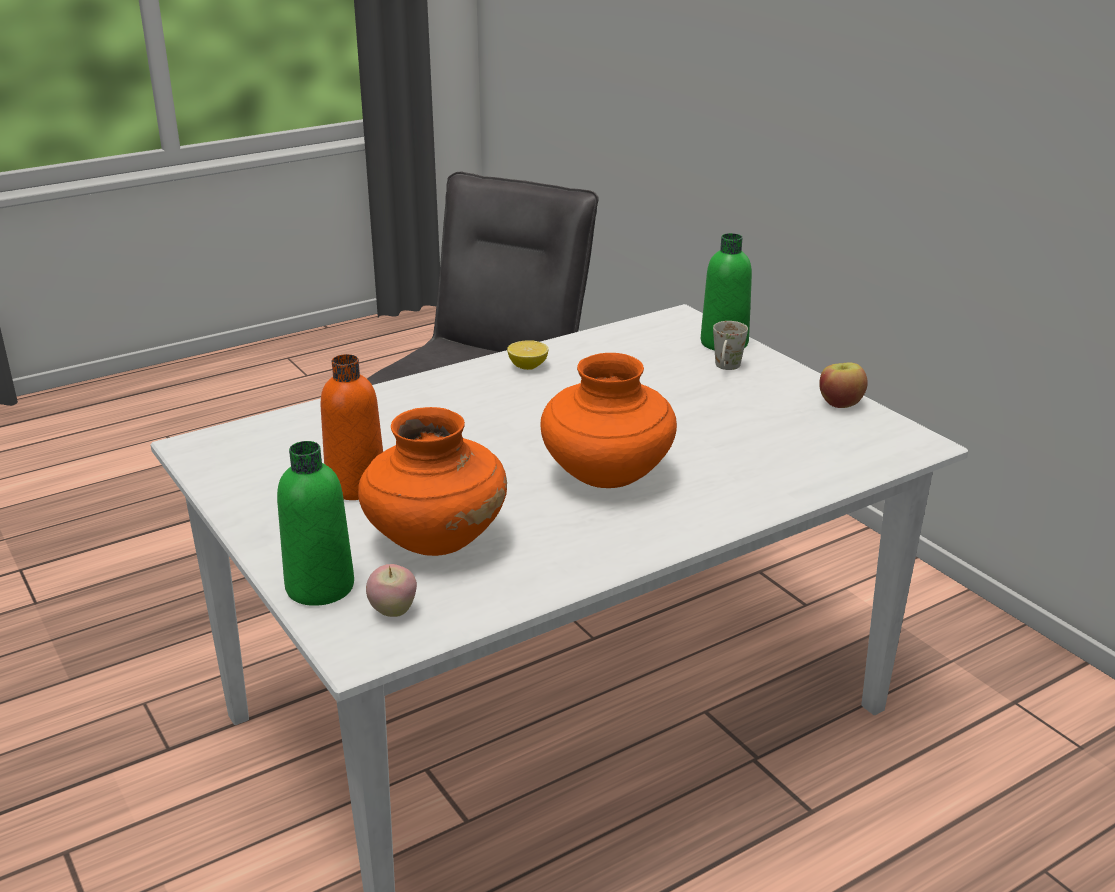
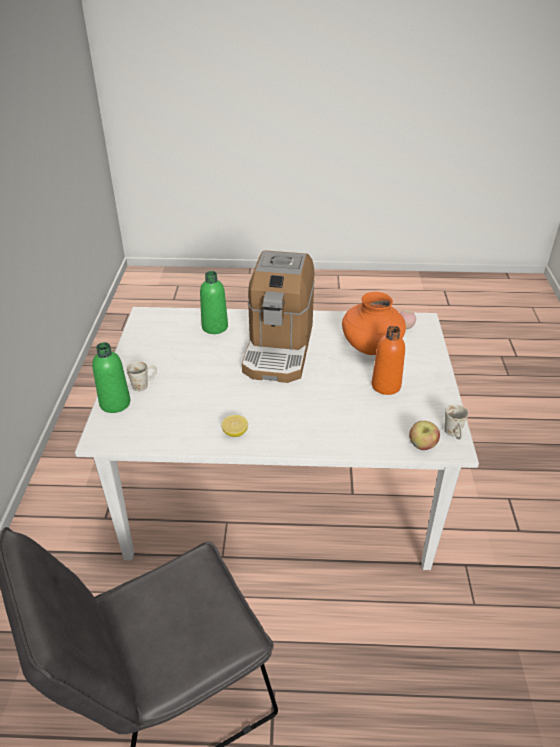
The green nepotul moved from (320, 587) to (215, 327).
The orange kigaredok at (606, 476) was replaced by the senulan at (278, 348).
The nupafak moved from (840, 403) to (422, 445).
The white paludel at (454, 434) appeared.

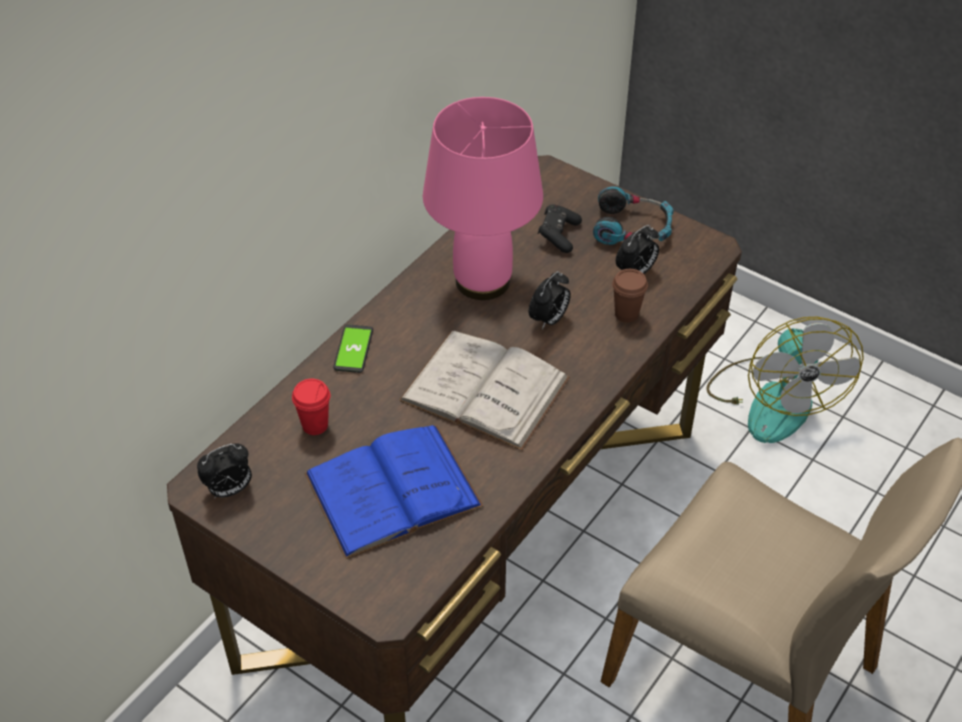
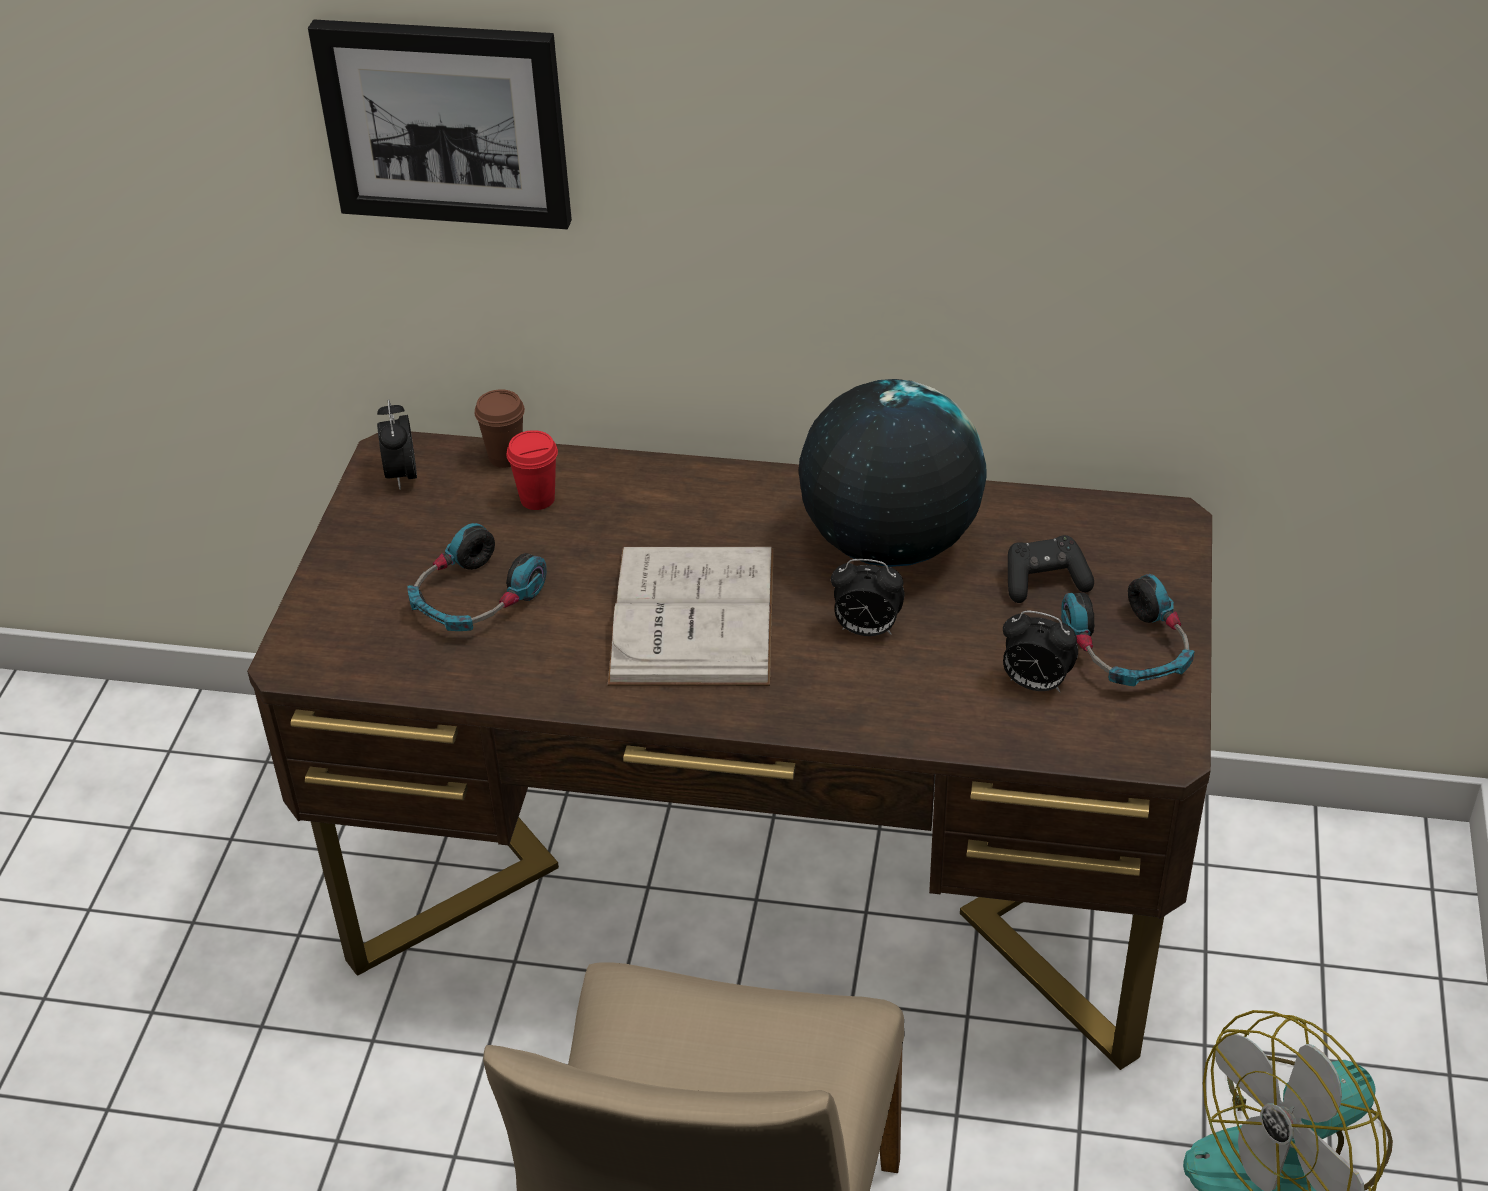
The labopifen at (229, 490) turned 45 degrees clockwise.
The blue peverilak at (393, 490) was replaced by the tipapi at (475, 599).
The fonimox at (353, 349) disappeared.
The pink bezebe at (482, 282) was replaced by the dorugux at (889, 544).
The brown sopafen moved from (626, 314) to (505, 457).
The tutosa at (445, 122) appeared.

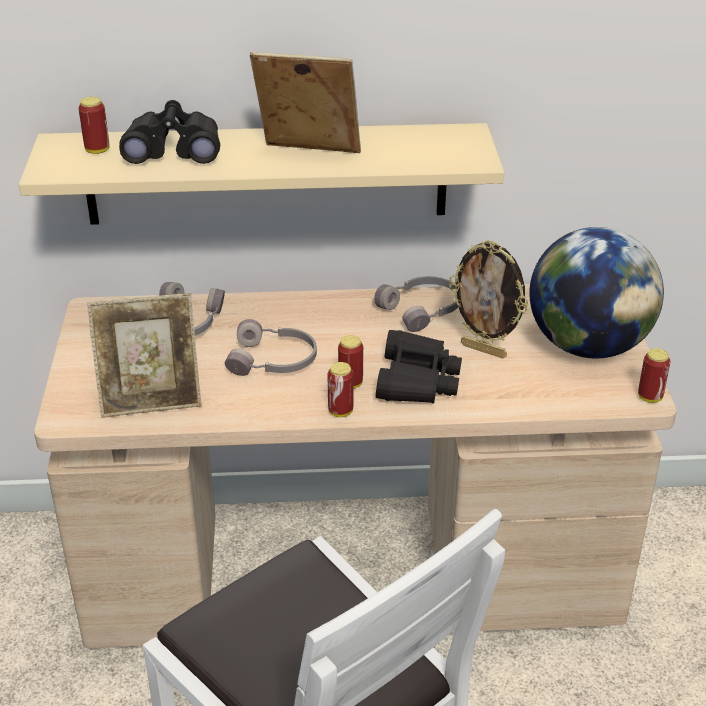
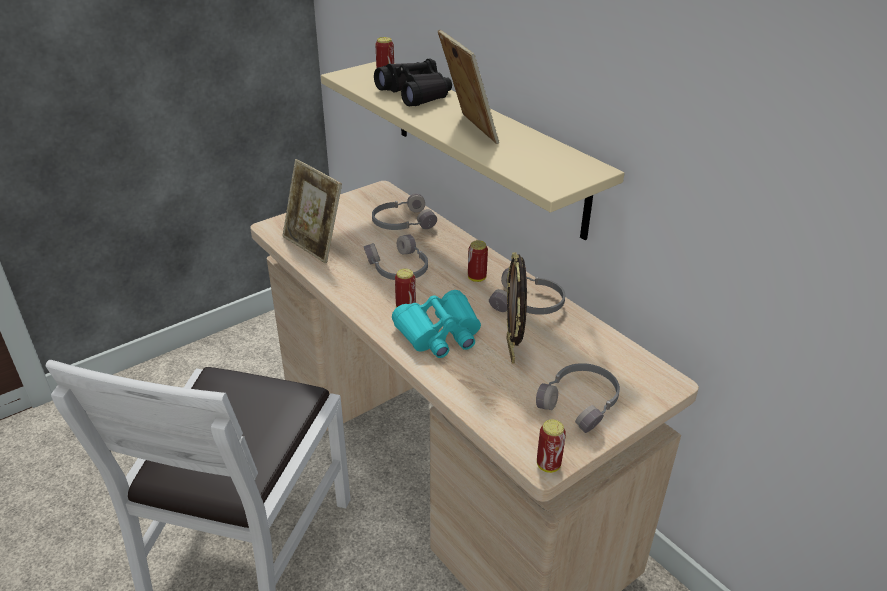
The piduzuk moved from (340, 411) to (477, 278).
The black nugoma at (417, 380) became the turquoise nugoma at (439, 334).
The dorugux at (587, 346) was replaced by the grey tipapi at (581, 402).

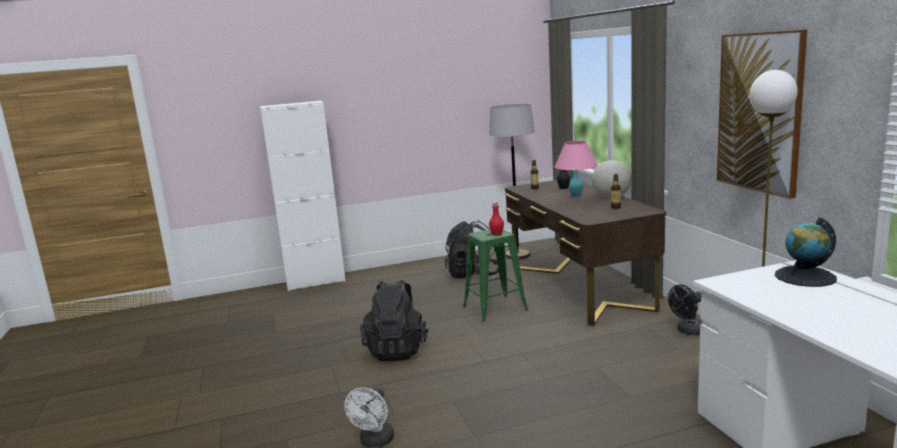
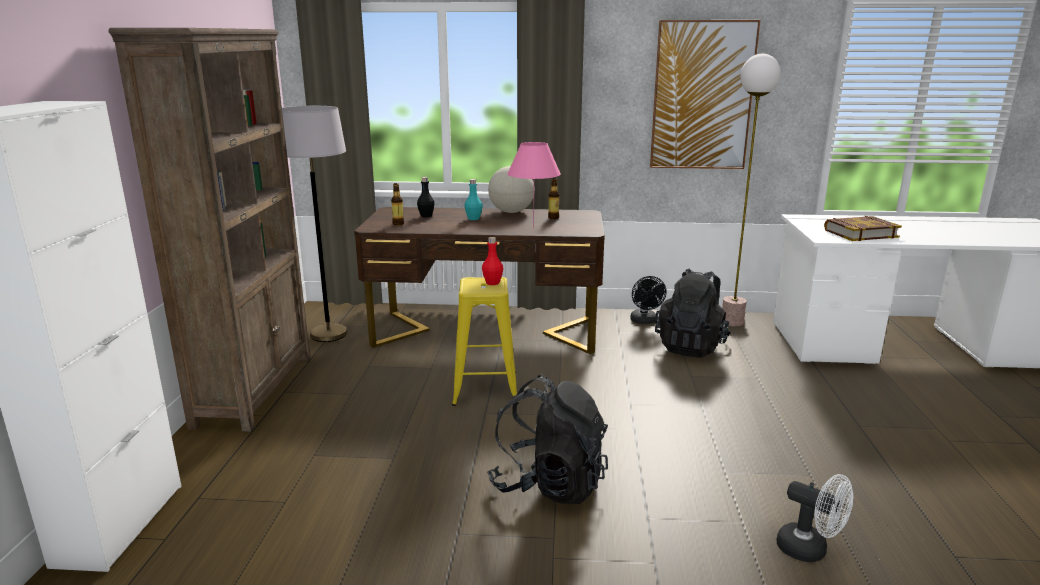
The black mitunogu moved from (473, 274) to (691, 346).
The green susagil at (495, 308) became the yellow susagil at (485, 388).
The dorugux at (805, 277) disappeared.
The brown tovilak at (255, 389) appeared.
The peverilak at (860, 233) appeared.

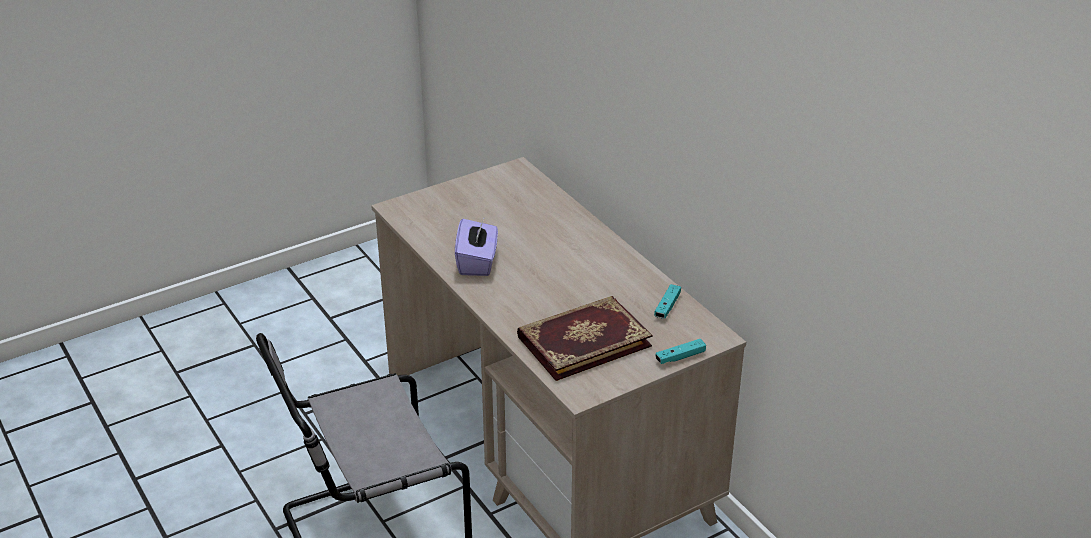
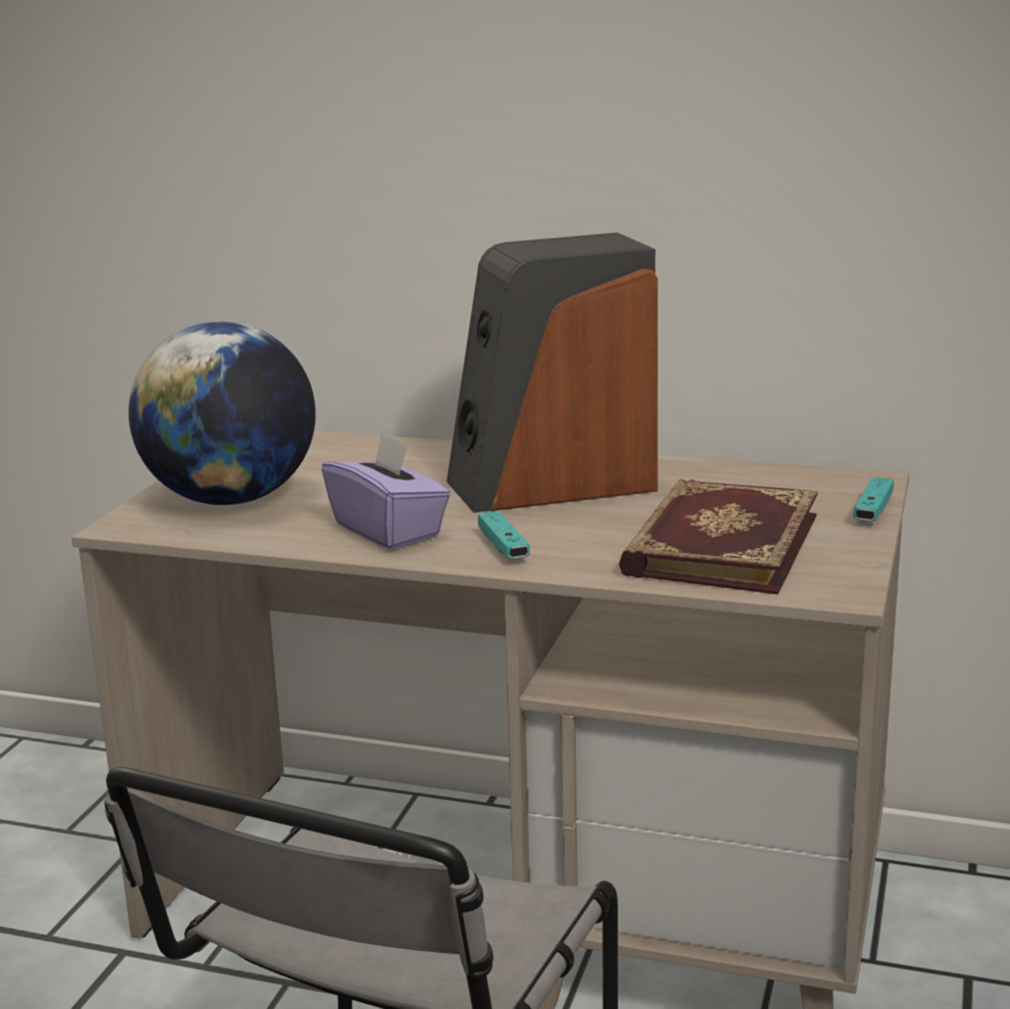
The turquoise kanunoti moved from (667, 306) to (503, 547).
The dorugux at (231, 499) appeared.
The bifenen at (551, 484) appeared.

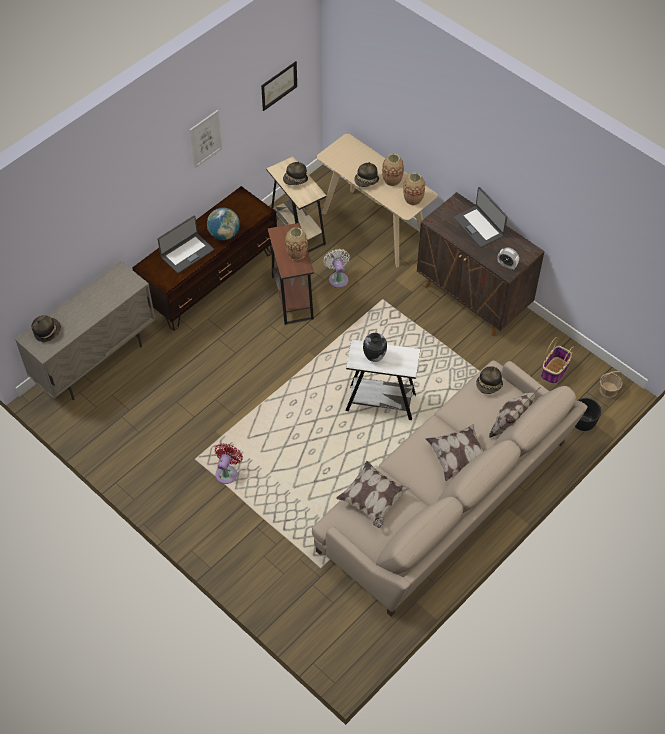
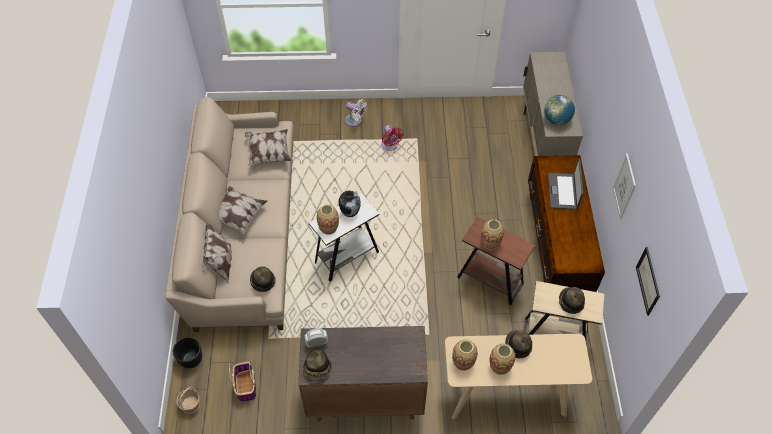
The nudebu moved from (47, 331) to (317, 369).
The dorugux moved from (224, 234) to (556, 120).
The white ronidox moved from (338, 278) to (355, 121).
The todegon at (479, 226) disappeared.
The kigaredok at (328, 228) appeared.

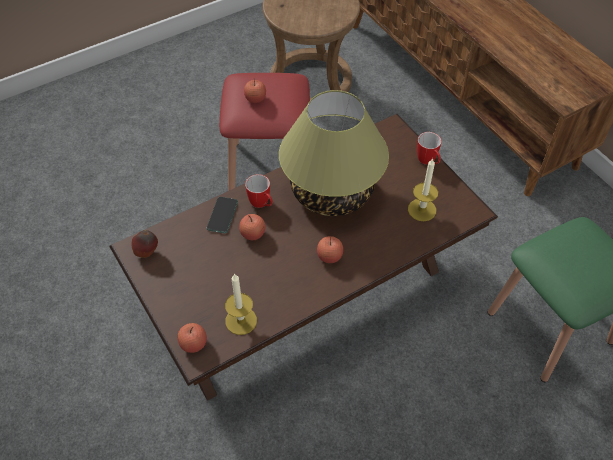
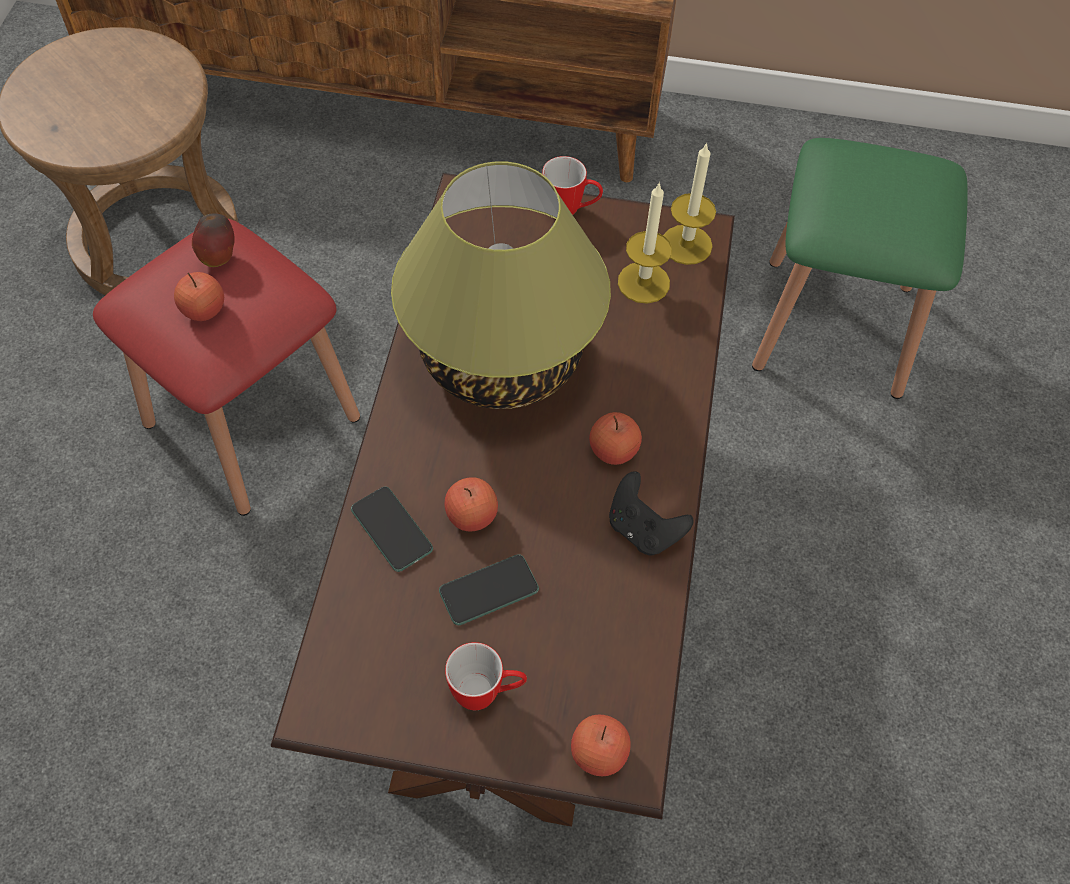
The nupafak moved from (147, 252) to (219, 257).
The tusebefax moved from (241, 320) to (686, 244).
The paludel moved from (262, 205) to (487, 693).
The fonimox at (489, 590) appeared.
The black kanunoti at (643, 529) appeared.

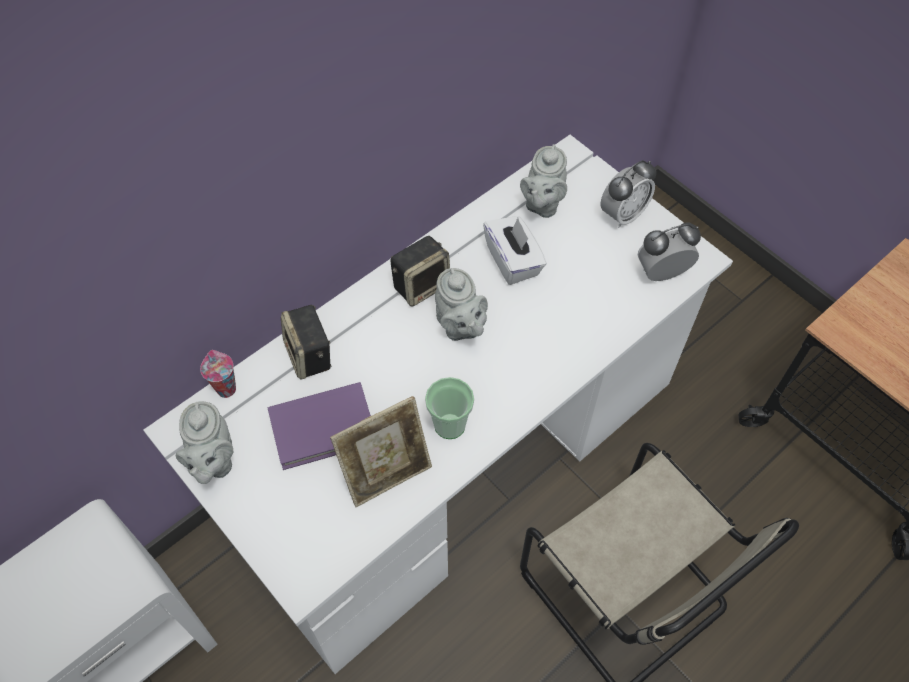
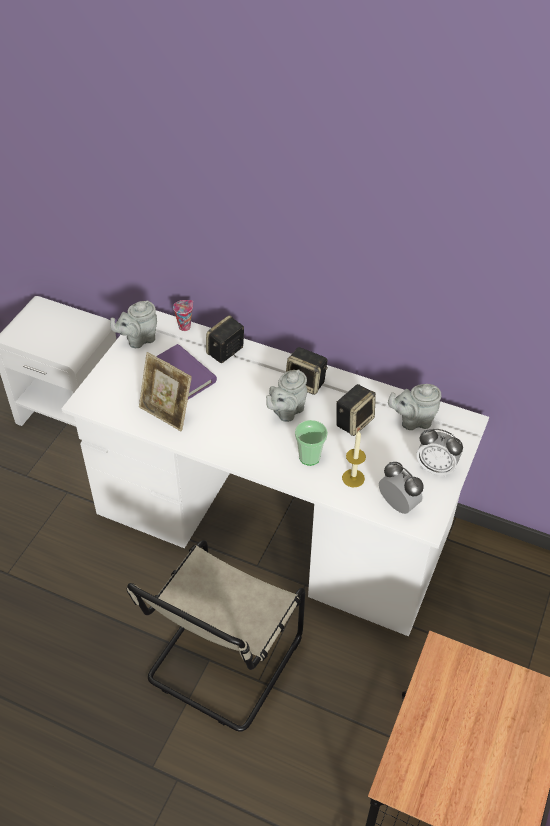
The sopafen moved from (449, 425) to (309, 457).
The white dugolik at (513, 261) was replaced by the bifenen at (354, 421).
The tusebefax at (353, 478) appeared.

